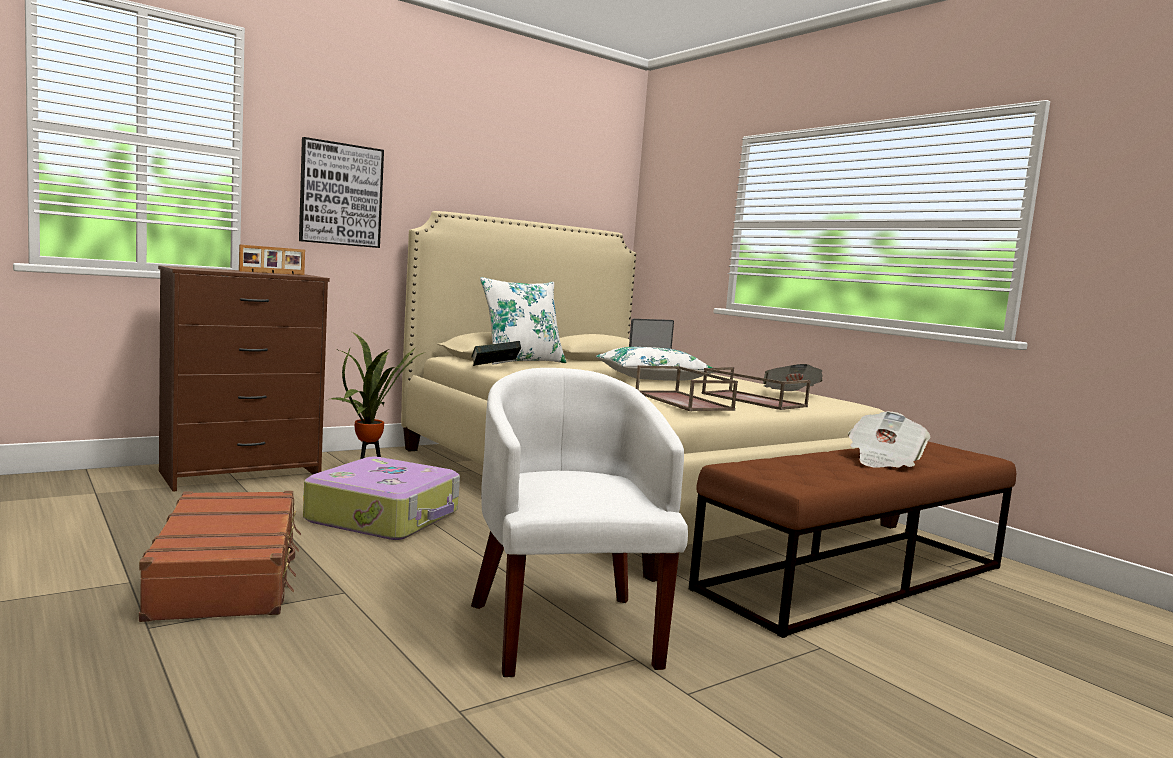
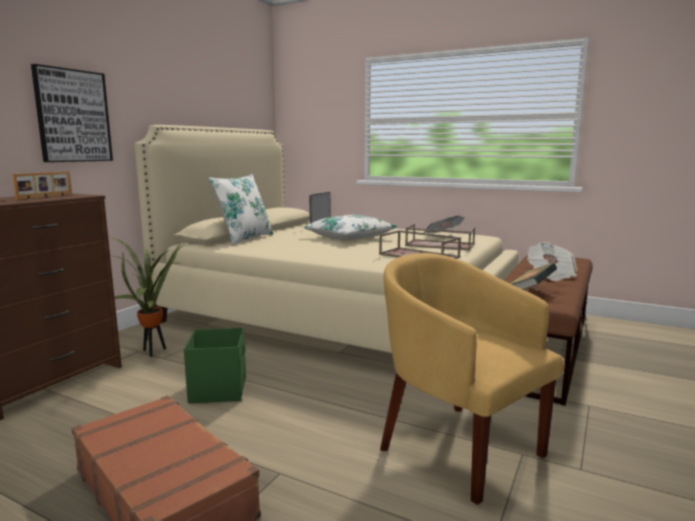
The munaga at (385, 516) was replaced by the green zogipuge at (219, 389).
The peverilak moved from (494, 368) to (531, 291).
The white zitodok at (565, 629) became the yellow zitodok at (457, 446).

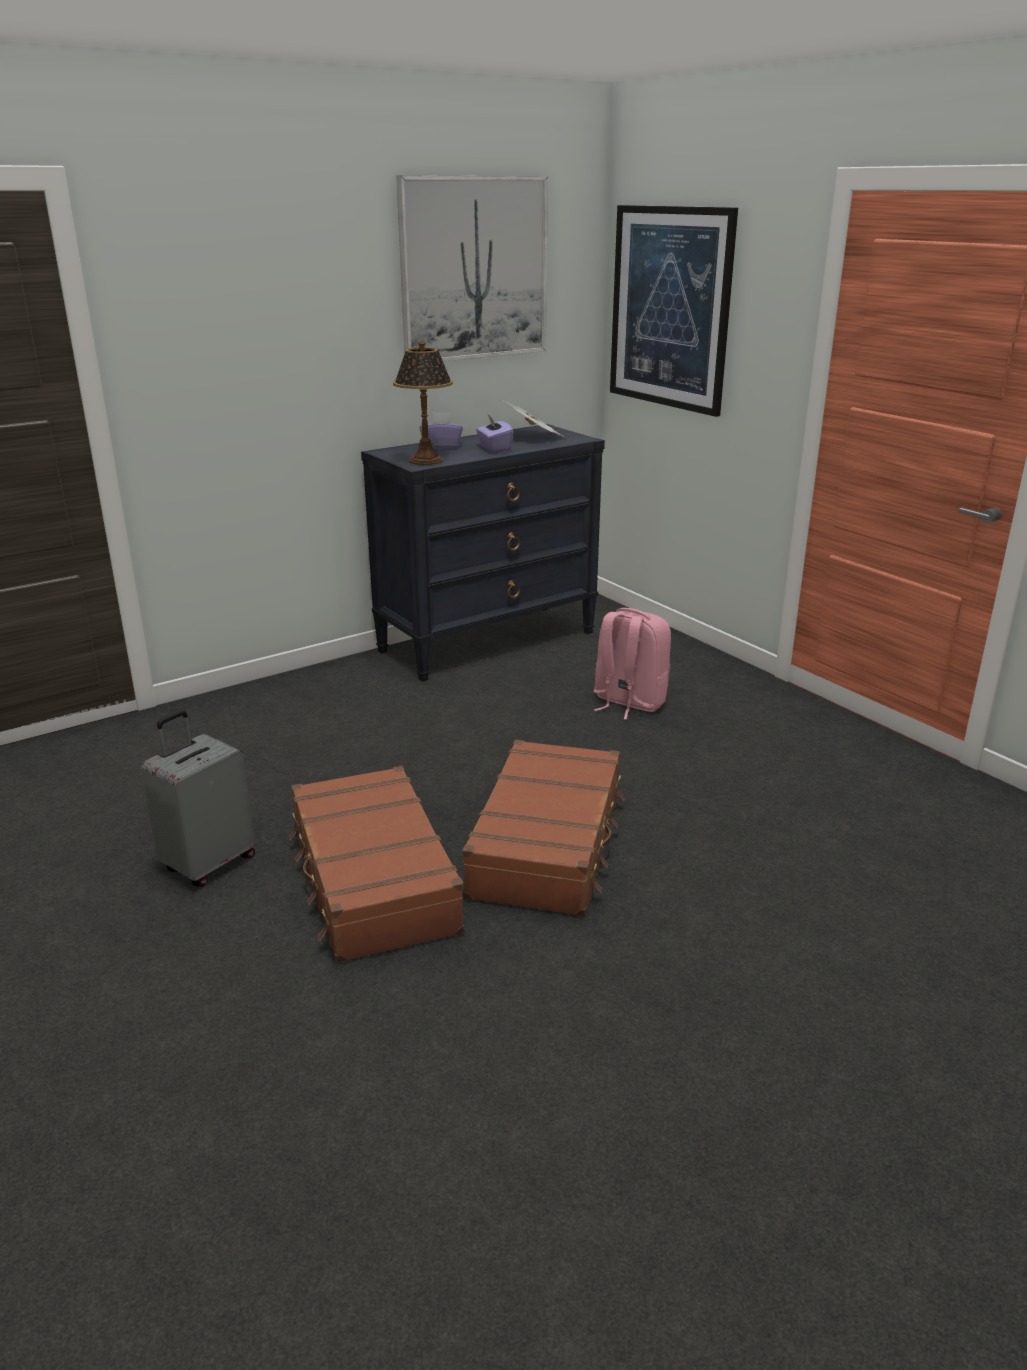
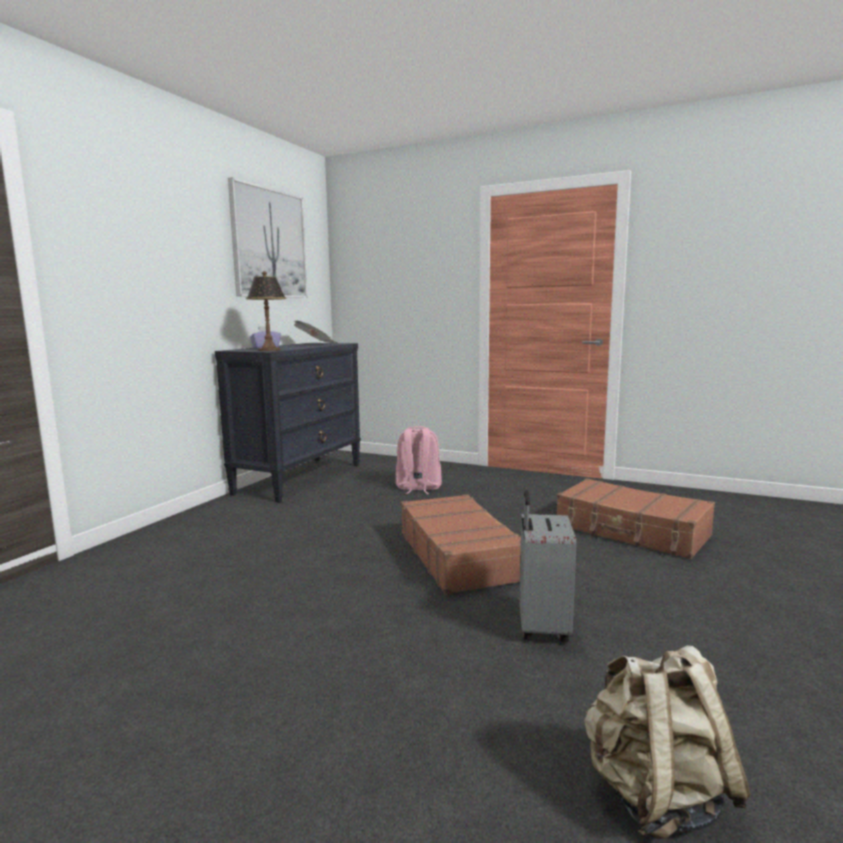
The grey munaga moved from (208, 864) to (541, 627).
The brown munaga moved from (372, 880) to (631, 531).
The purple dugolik at (494, 448) disappeared.
The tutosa at (669, 308) disappeared.
The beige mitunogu at (655, 796) appeared.

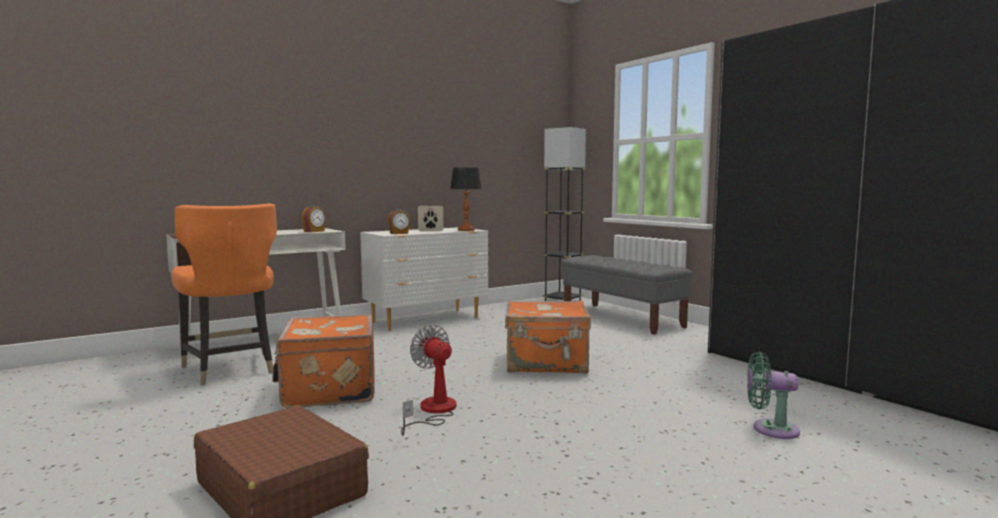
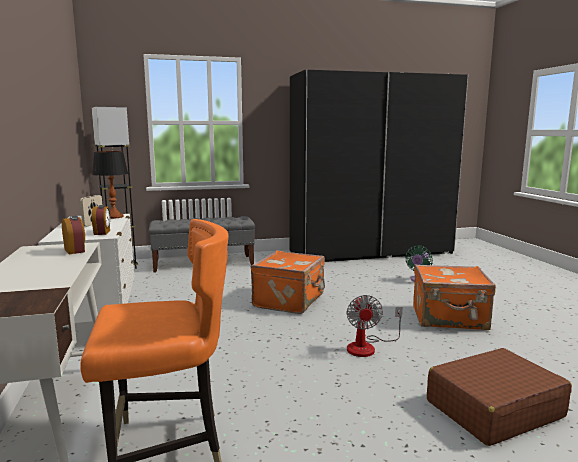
The orange munaga moved from (328, 390) to (449, 318).
The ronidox at (433, 411) turned 75 degrees counterclockwise.

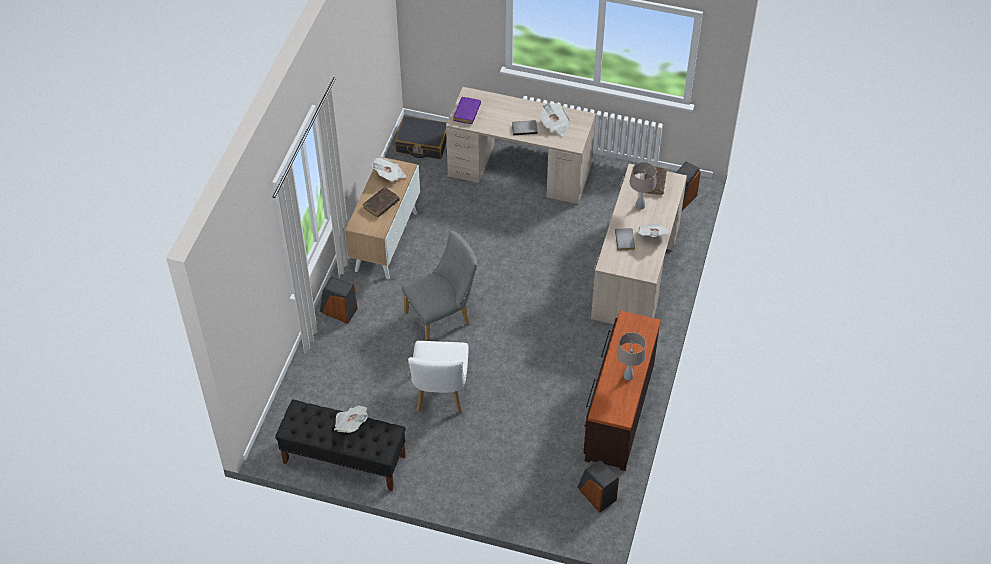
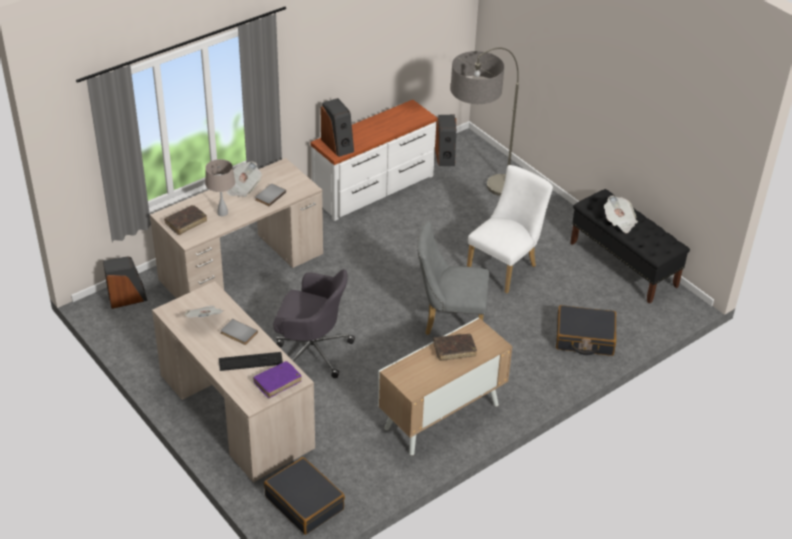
The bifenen moved from (338, 311) to (338, 145).
The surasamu at (389, 175) disappeared.
The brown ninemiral at (618, 411) became the white ninemiral at (374, 189).
The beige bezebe at (628, 375) disappeared.
The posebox at (250, 361) appeared.
The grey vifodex at (311, 351) appeared.
The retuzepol at (478, 203) appeared.
The black munaga at (584, 338) appeared.

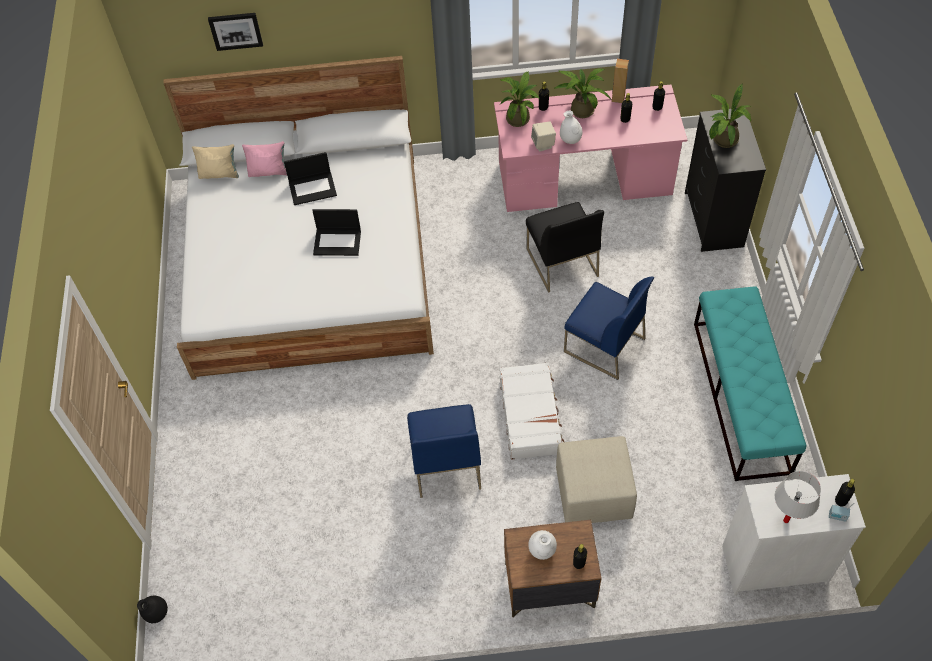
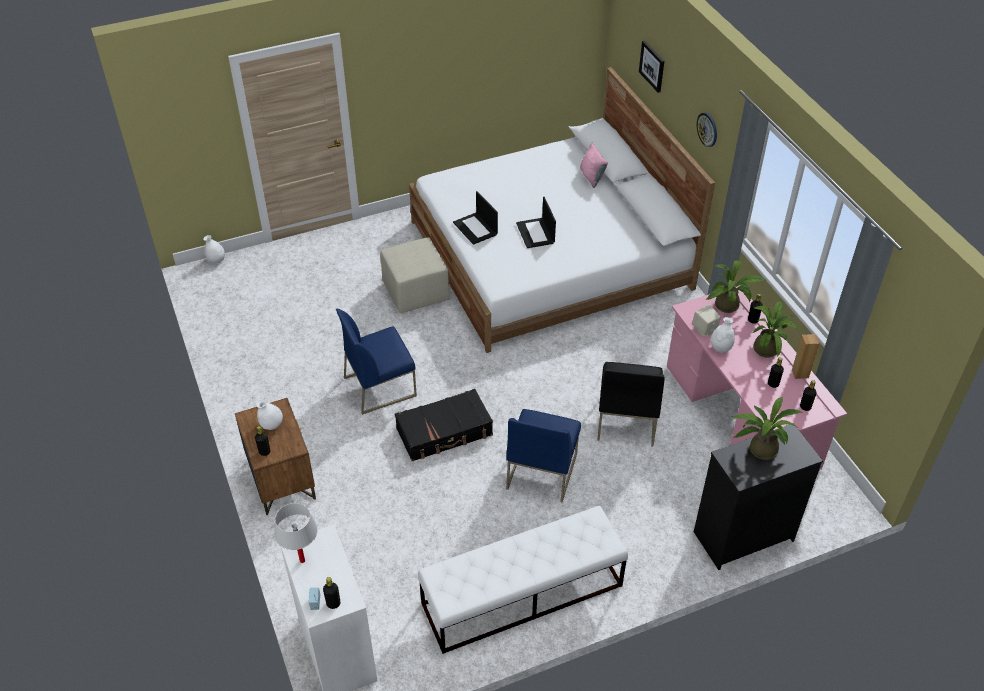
The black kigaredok at (157, 614) became the white kigaredok at (216, 260).
The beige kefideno at (219, 174) disappeared.
The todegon moved from (313, 188) to (476, 228).
The white munaga at (530, 416) became the black munaga at (445, 432).
The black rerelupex at (561, 262) turned 45 degrees counterclockwise.
The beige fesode moved from (594, 493) to (416, 292).
The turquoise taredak at (741, 396) became the white taredak at (521, 595).
The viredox at (707, 129) appeared.

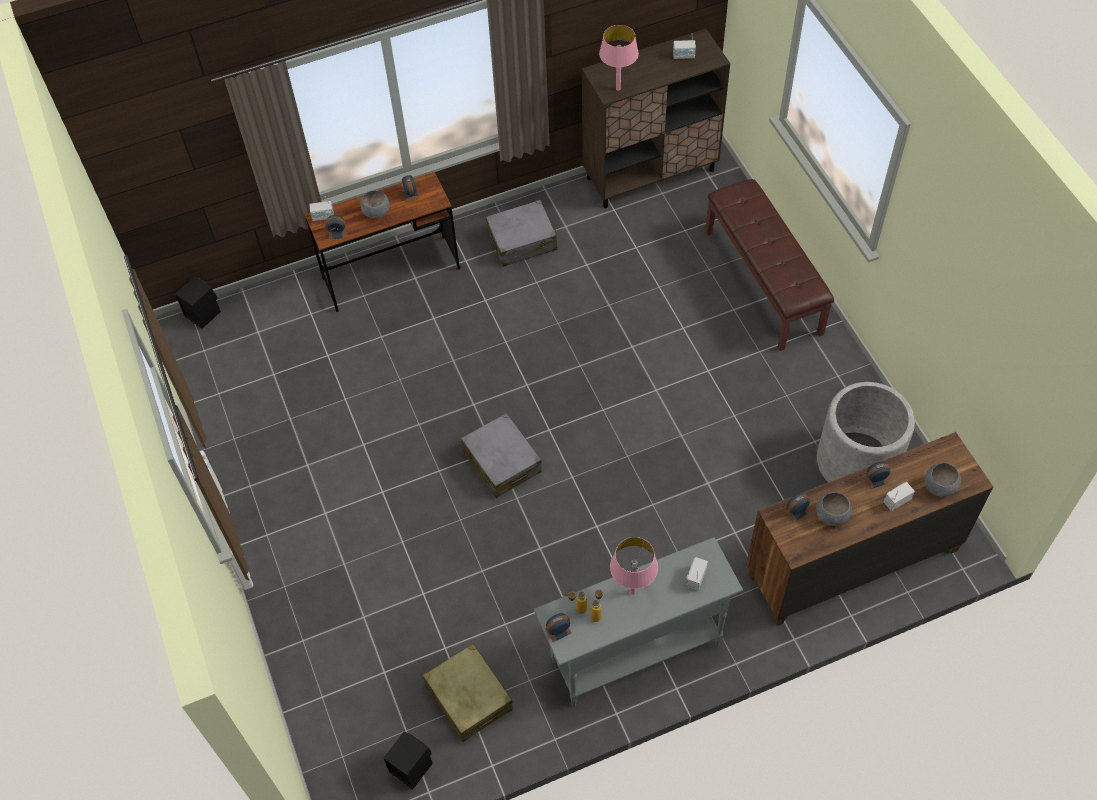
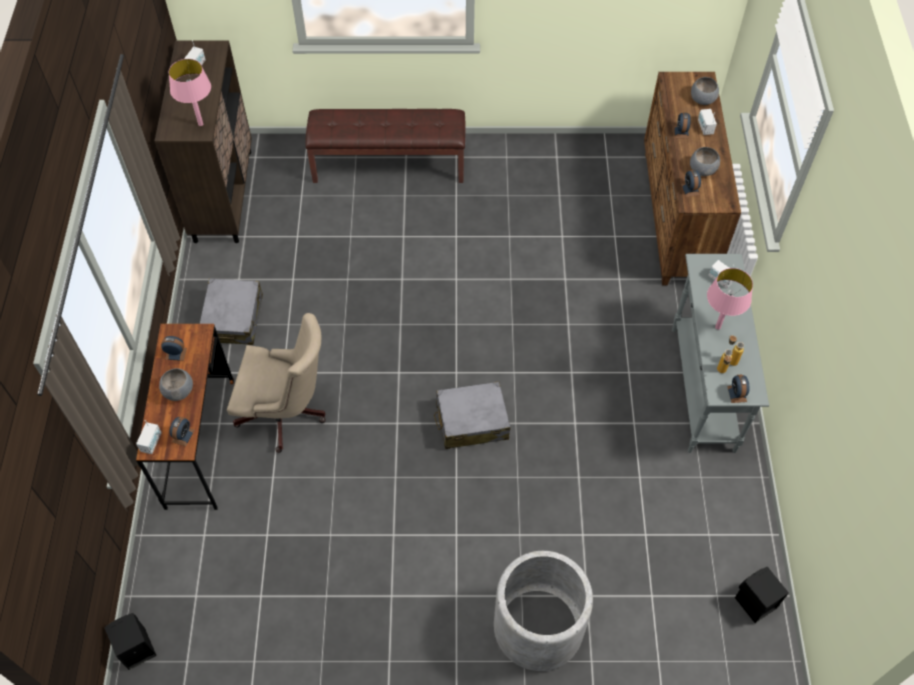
The beige munaga at (469, 697) disappeared.
The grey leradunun moved from (857, 461) to (538, 626).
The beige vifodex at (287, 414) appeared.

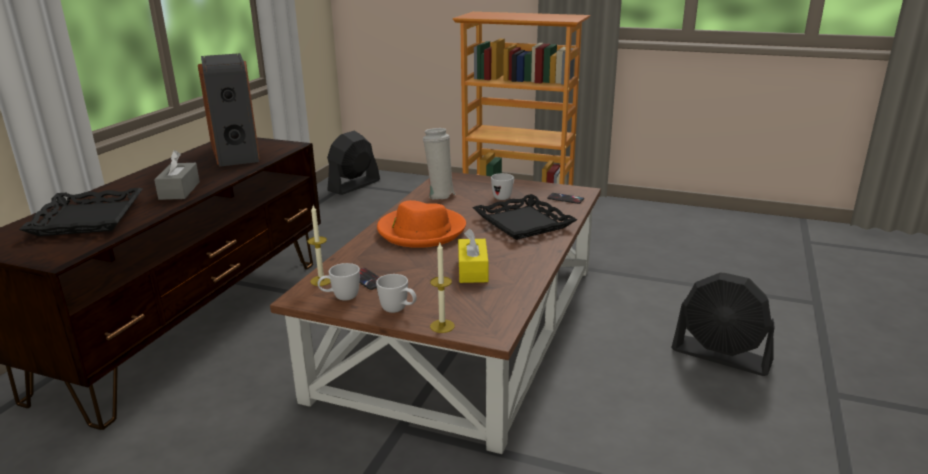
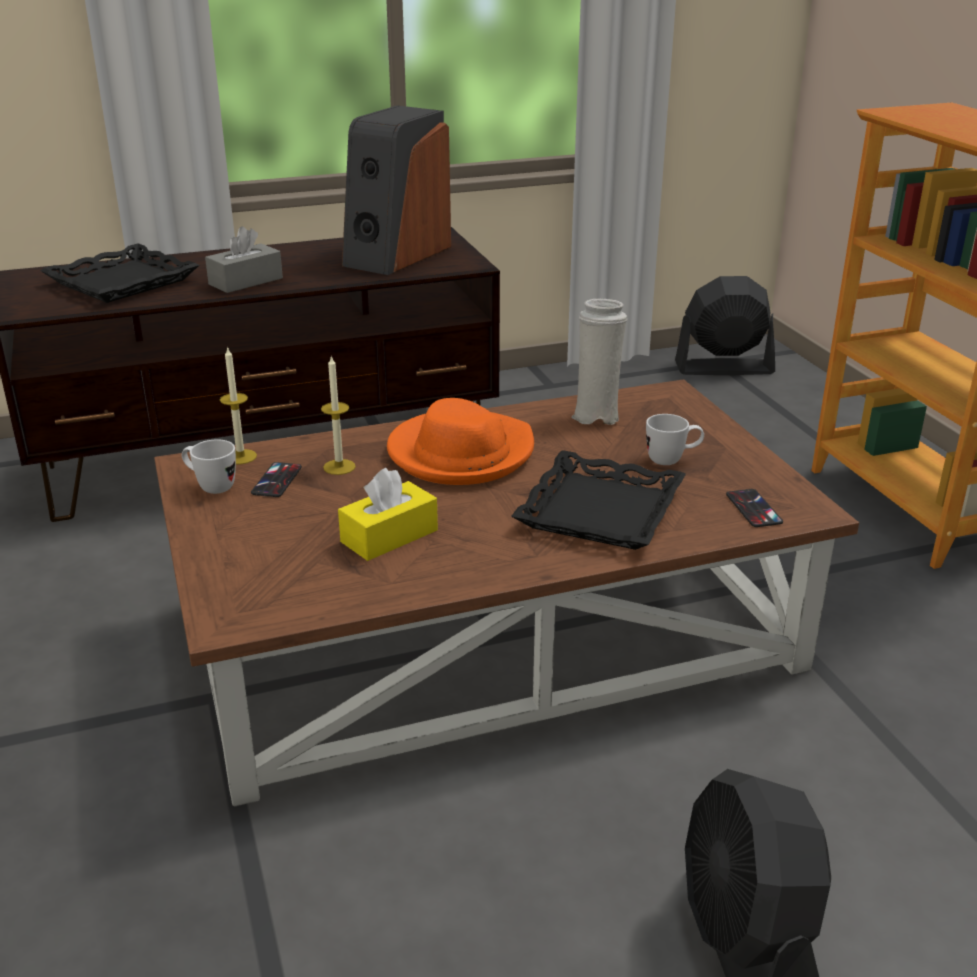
The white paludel at (398, 310) disappeared.
The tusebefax moved from (442, 326) to (339, 467).

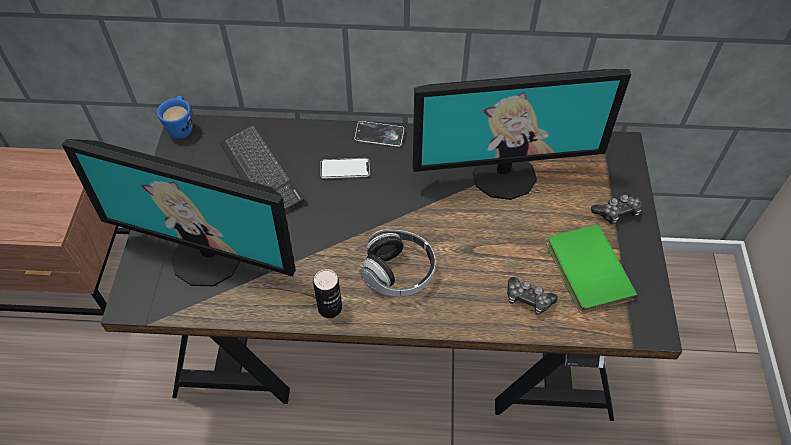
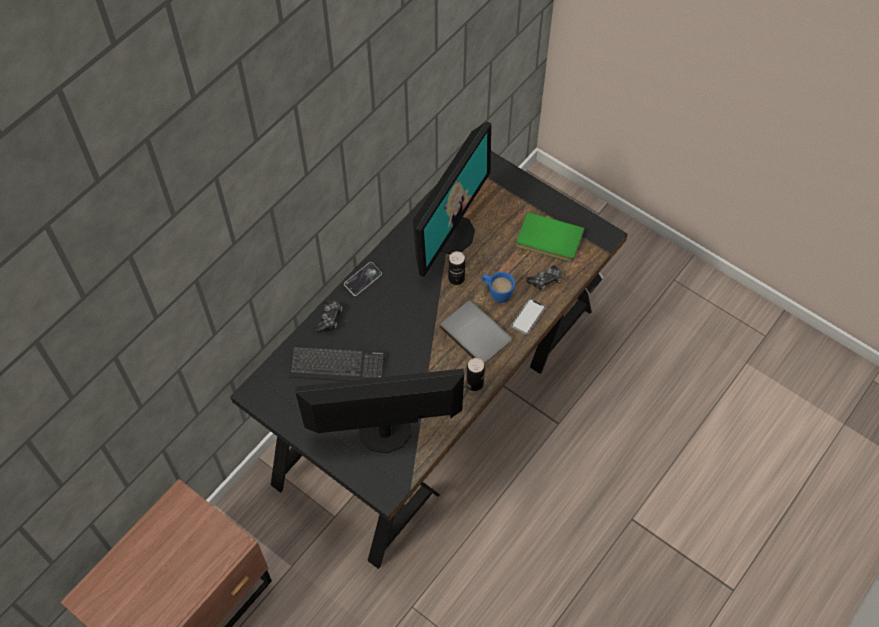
The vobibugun at (207, 258) turned 150 degrees counterclockwise.
The blue paludel moved from (182, 126) to (496, 293).
The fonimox moved from (345, 169) to (528, 317).
The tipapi at (398, 272) was replaced by the grey peverilak at (477, 333).
The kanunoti moved from (616, 212) to (329, 319).
The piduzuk at (456, 278) appeared.

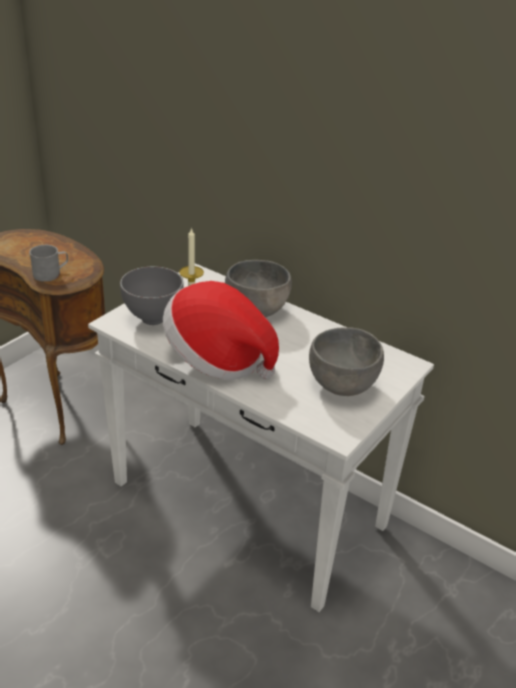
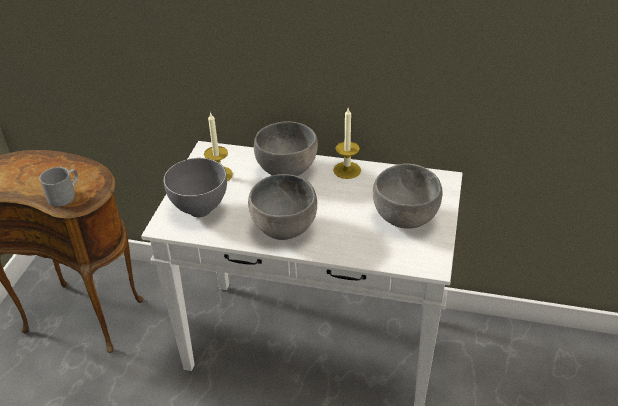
The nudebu at (217, 358) was replaced by the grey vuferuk at (284, 229).
The tusebefax at (347, 170) appeared.

